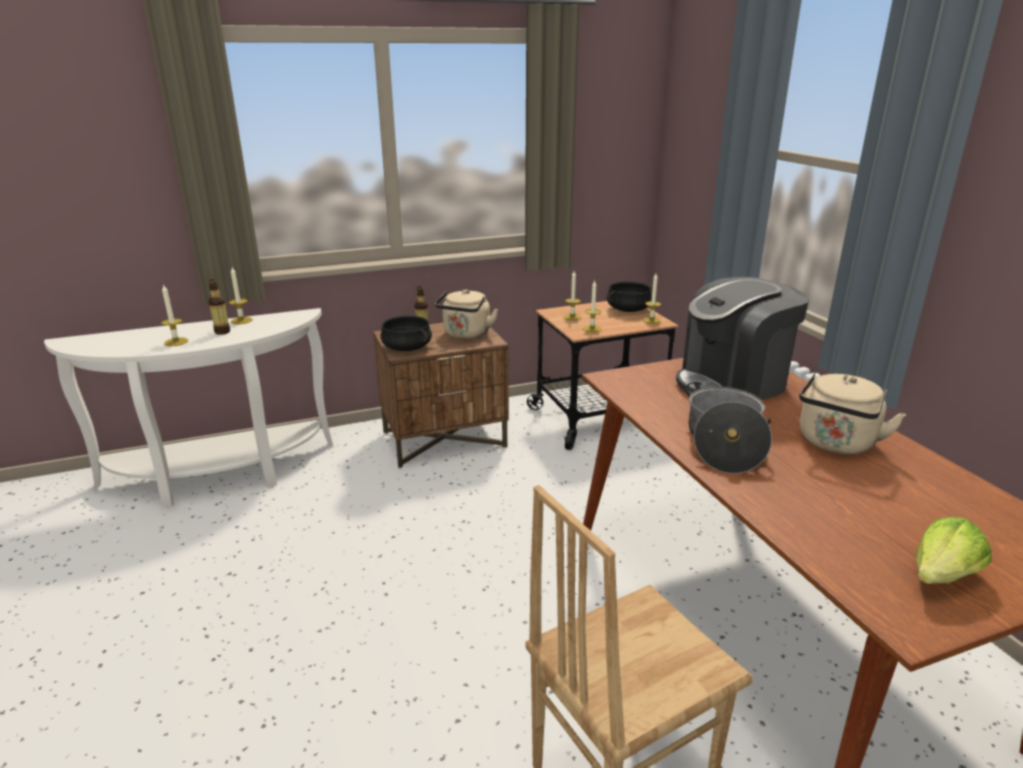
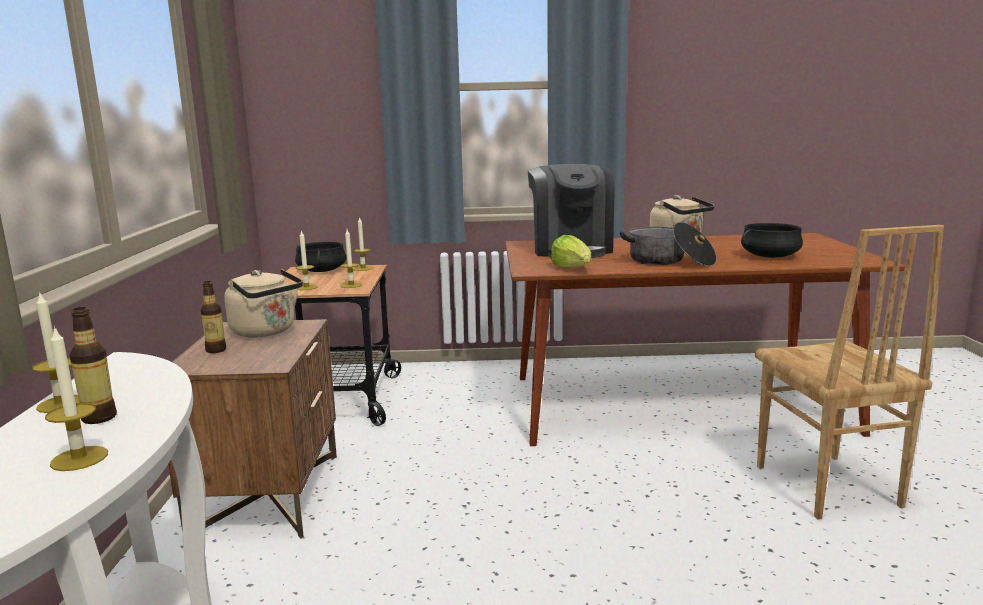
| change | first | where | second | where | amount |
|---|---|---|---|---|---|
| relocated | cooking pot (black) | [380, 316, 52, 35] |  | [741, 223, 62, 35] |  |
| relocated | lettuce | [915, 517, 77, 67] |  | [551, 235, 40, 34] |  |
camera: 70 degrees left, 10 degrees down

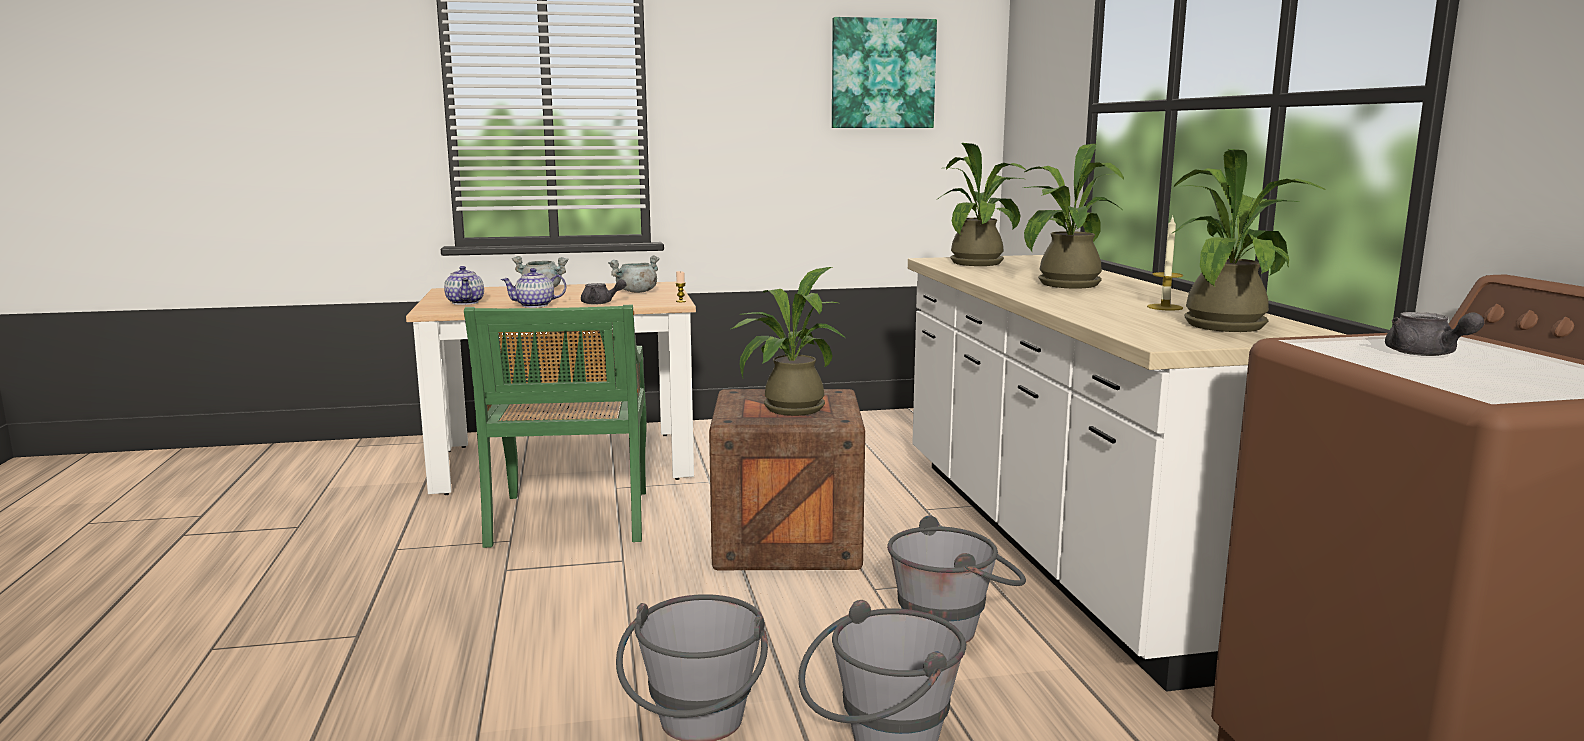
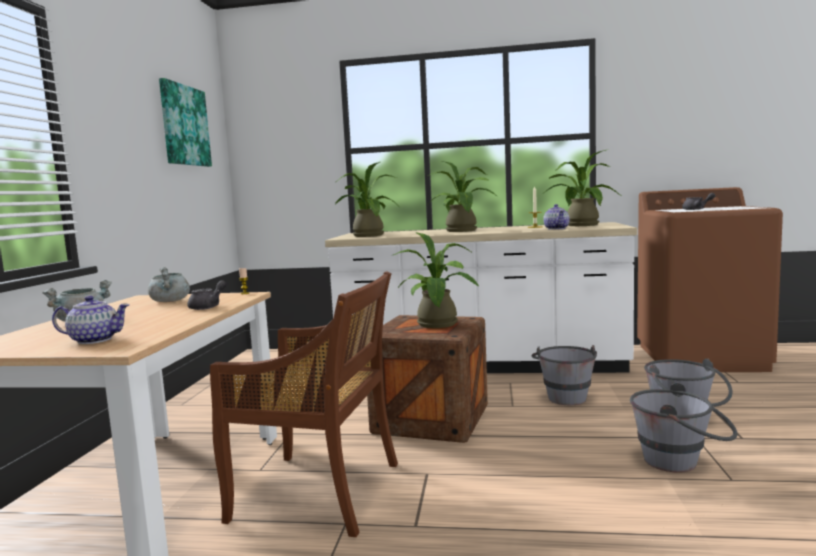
| change | first | where | second | where | amount |
|---|---|---|---|---|---|
| colour | chair (green) | [464, 305, 183, 243] | chair (brown) | [210, 271, 188, 266] |  |
| relocated | teapot | [501, 268, 65, 40] |  | [543, 204, 27, 26] |  |
camera: 70 degrees left, 5 degrees down

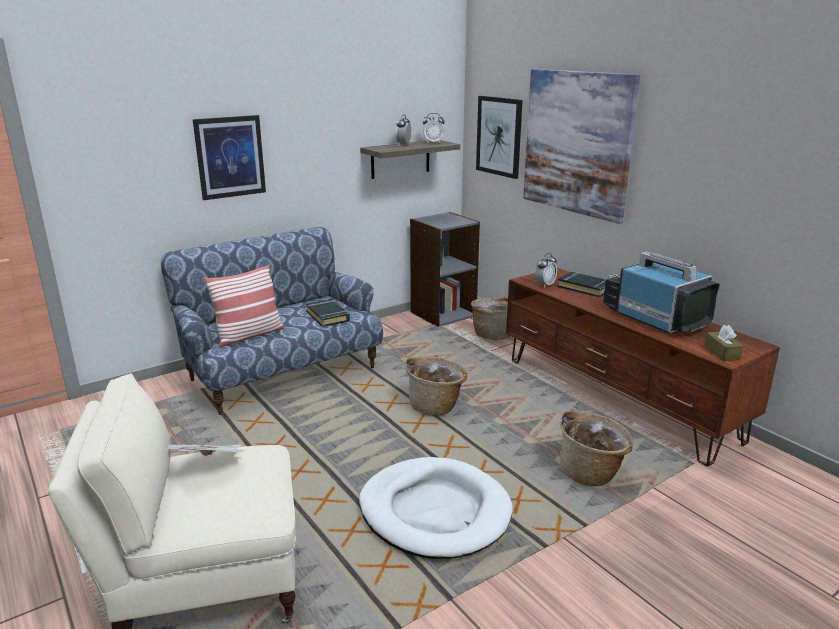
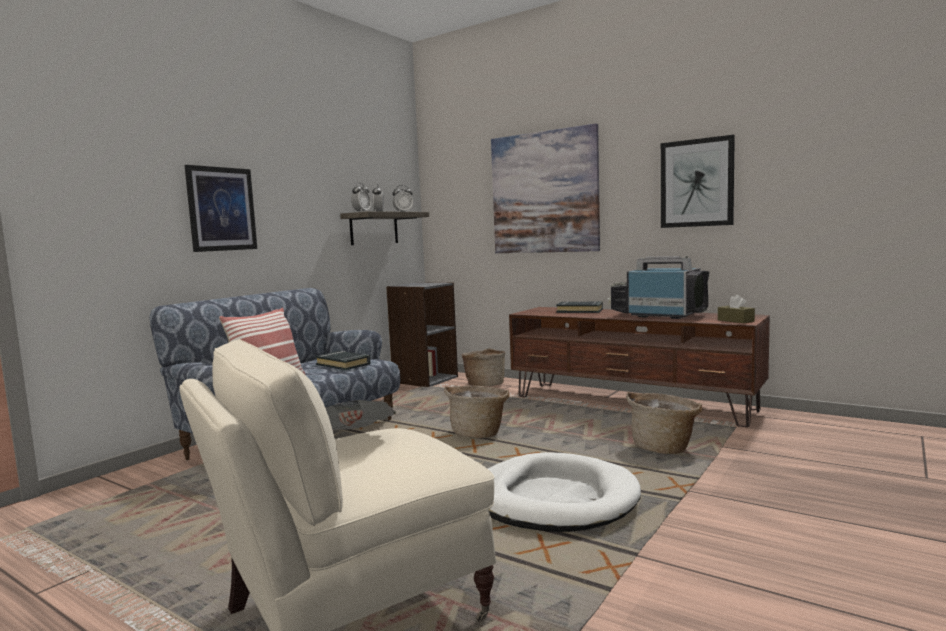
| change | first | where | second | where | amount |
|---|---|---|---|---|---|
| relocated | picture | [476, 96, 47, 83] |  | [661, 135, 74, 93] |  |
| relocated | alarm clock | [535, 253, 22, 35] |  | [351, 183, 20, 29] |  |
camera: 20 degrees left, 15 degrees down

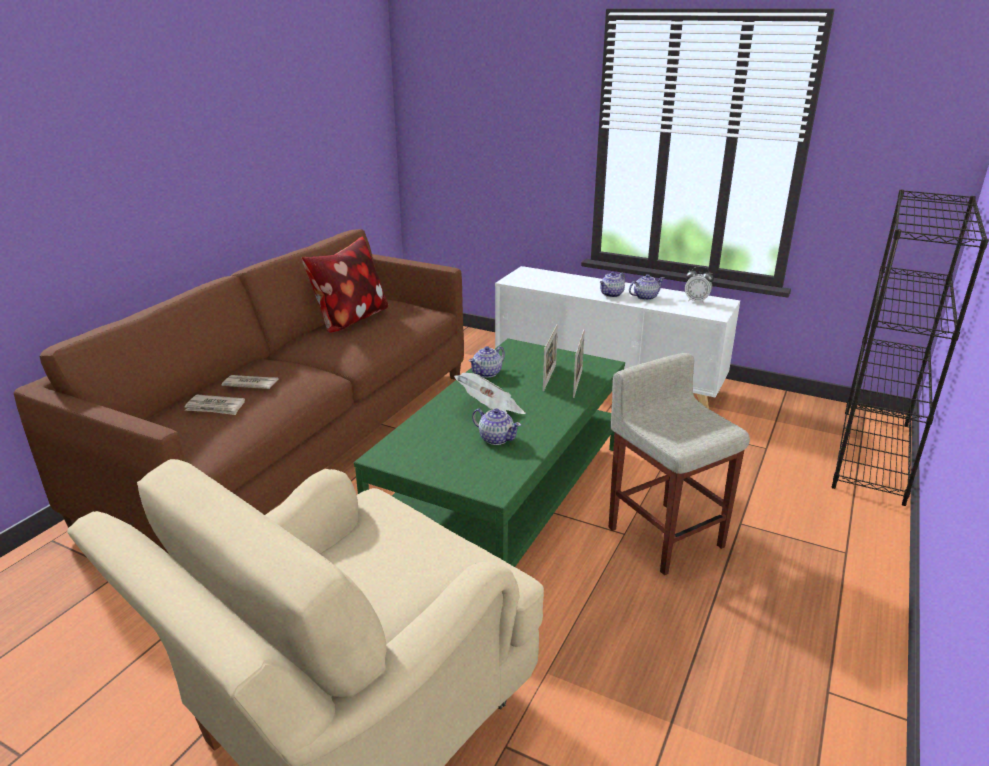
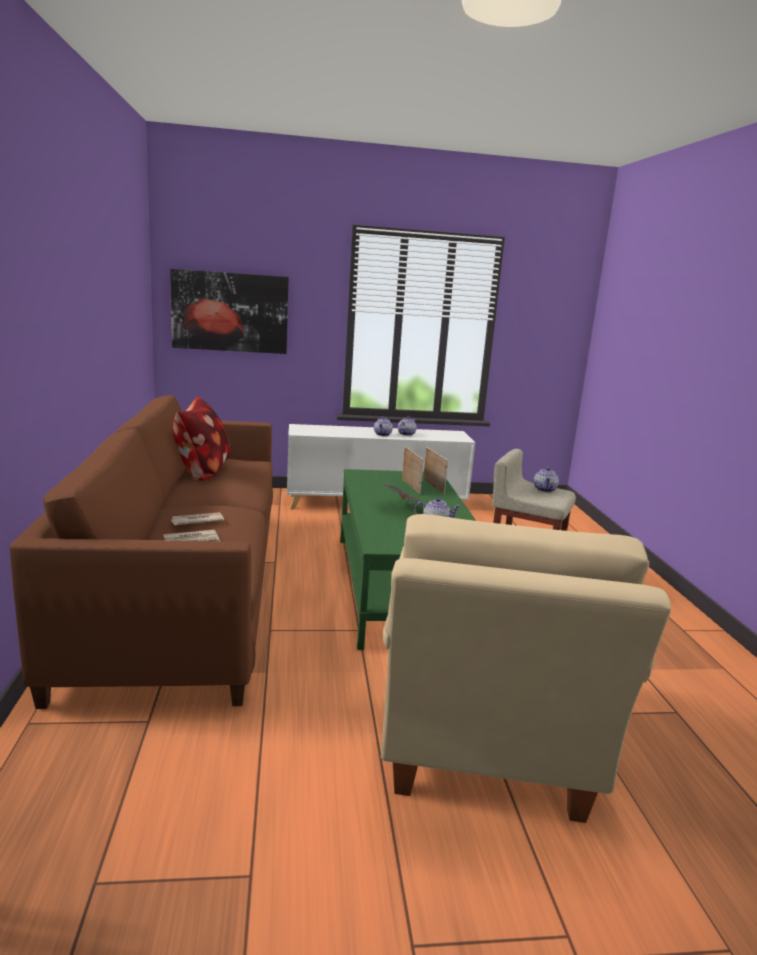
| change | first | where | second | where | amount |
|---|---|---|---|---|---|
| relocated | teapot | [469, 346, 36, 32] |  | [534, 467, 25, 25] |  |
| missing | alarm clock | [685, 266, 29, 38] |  |  |  |
| missing | bookcase (black) | [832, 190, 157, 316] |  |  |  |
| appeared |  |  | picture | [170, 269, 119, 85] |  |
camera: 35 degrees left, 10 degrees down

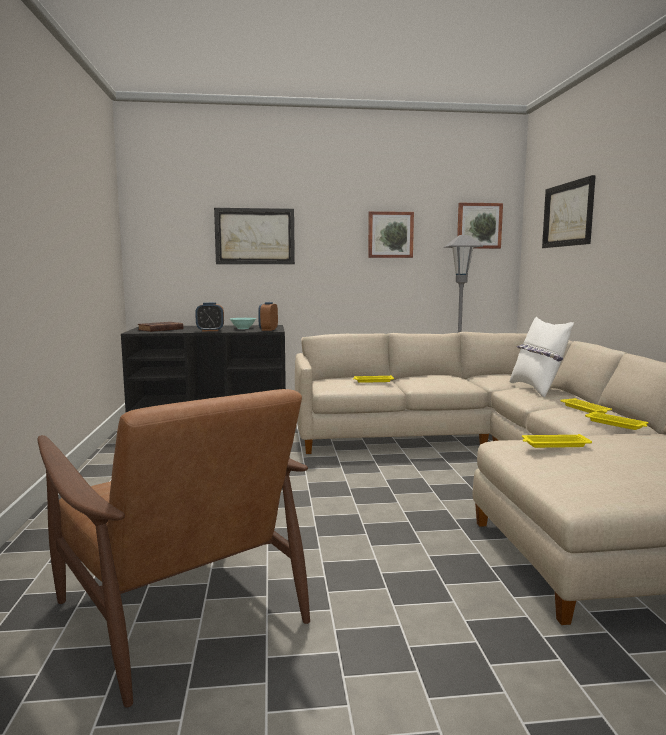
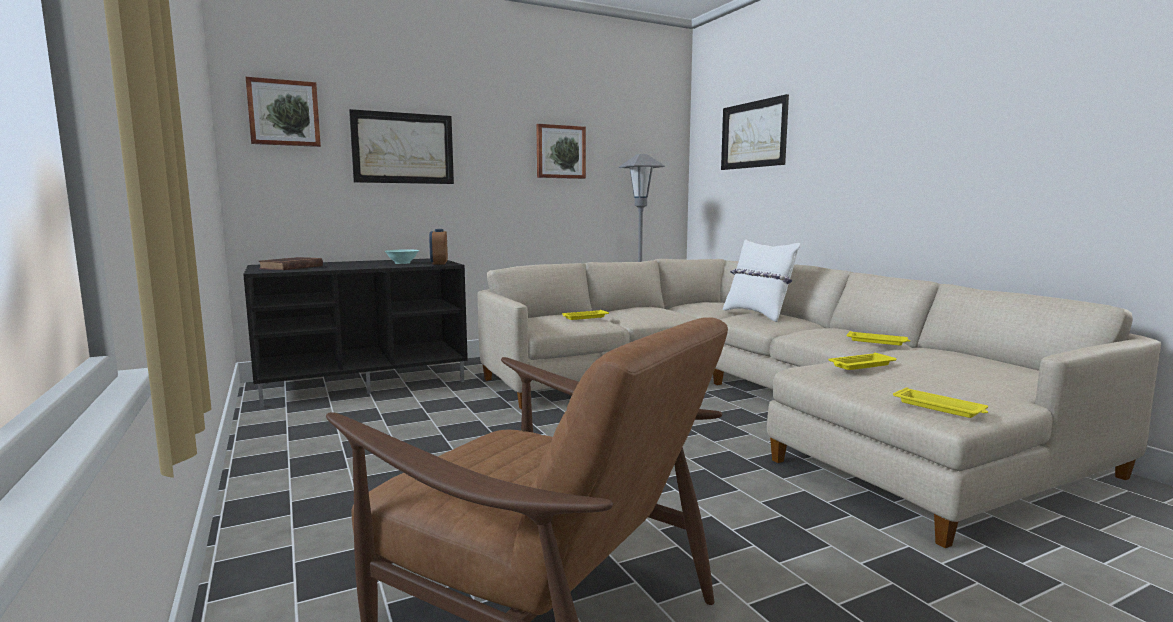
| change | first | where | second | where | amount |
|---|---|---|---|---|---|
| missing | alarm clock | [195, 302, 29, 29] |  |  |  |
| relocated | picture | [457, 203, 46, 46] |  | [246, 77, 75, 70] |  |
| relocated | tray (yellow) | [560, 398, 52, 16] |  | [893, 387, 95, 31] |  |
camera: 20 degrees left, 0 degrees up

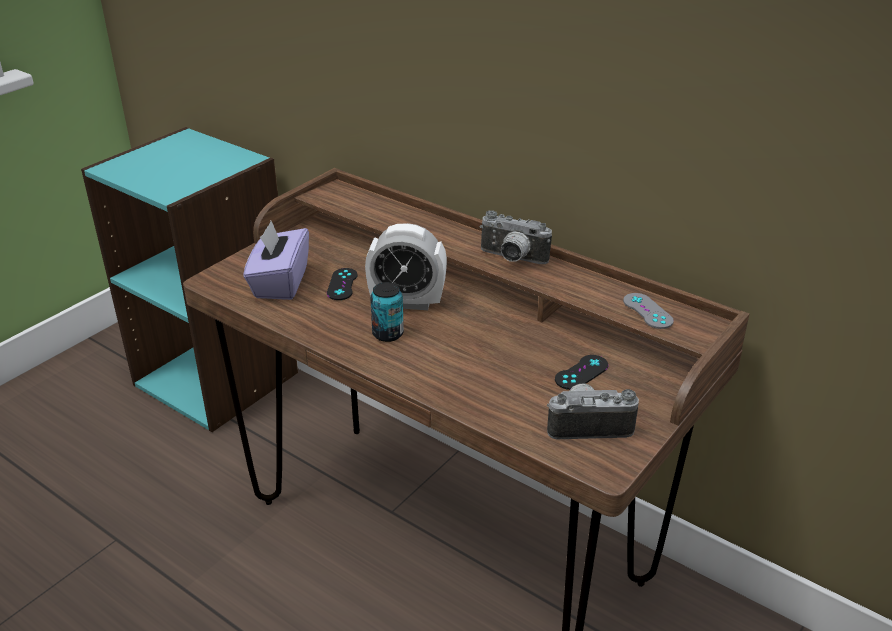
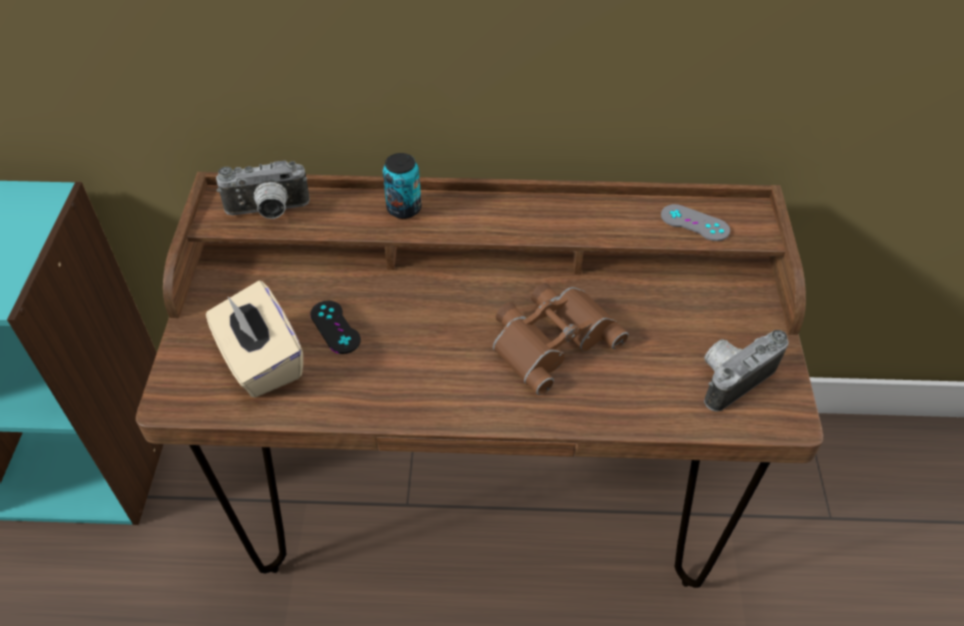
| change | first | where | second | where | amount |
|---|---|---|---|---|---|
| colour | tissue box (purple) | [243, 221, 66, 79] | tissue box (beige) | [206, 281, 97, 117] |  |
| missing | alarm clock | [365, 223, 82, 87] |  |  |  |
| relocated | can | [370, 282, 34, 60] |  | [383, 153, 39, 66] |  |
| relocated | photo camera | [480, 210, 72, 54] |  | [216, 161, 94, 58] |  |
| missing | game controller (black) | [555, 355, 53, 35] |  |  |  |
| appeared |  |  | binoculars (brown) | [493, 283, 136, 112] |  |
camera: 35 degrees left, 15 degrees up

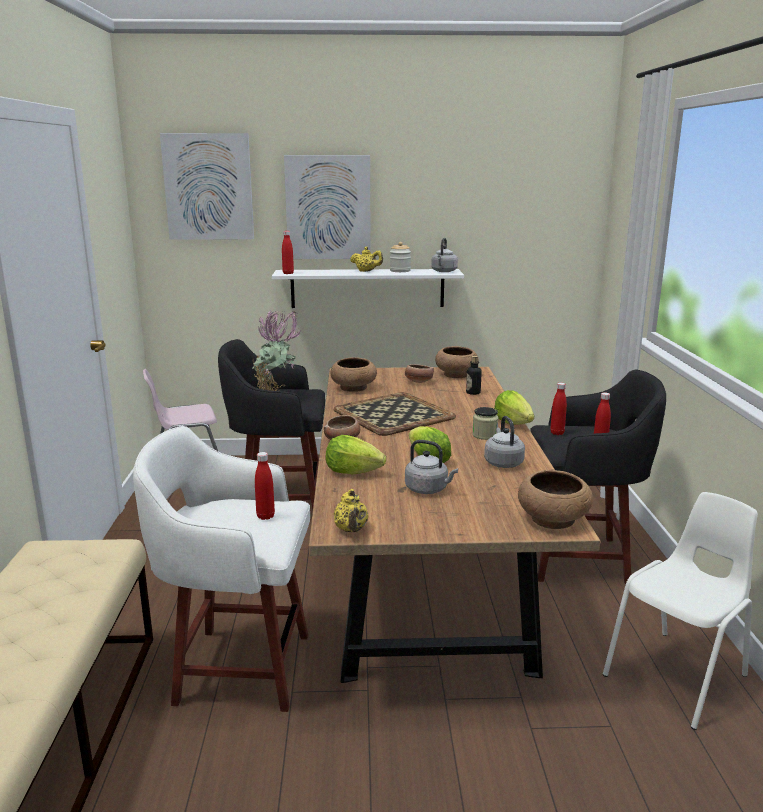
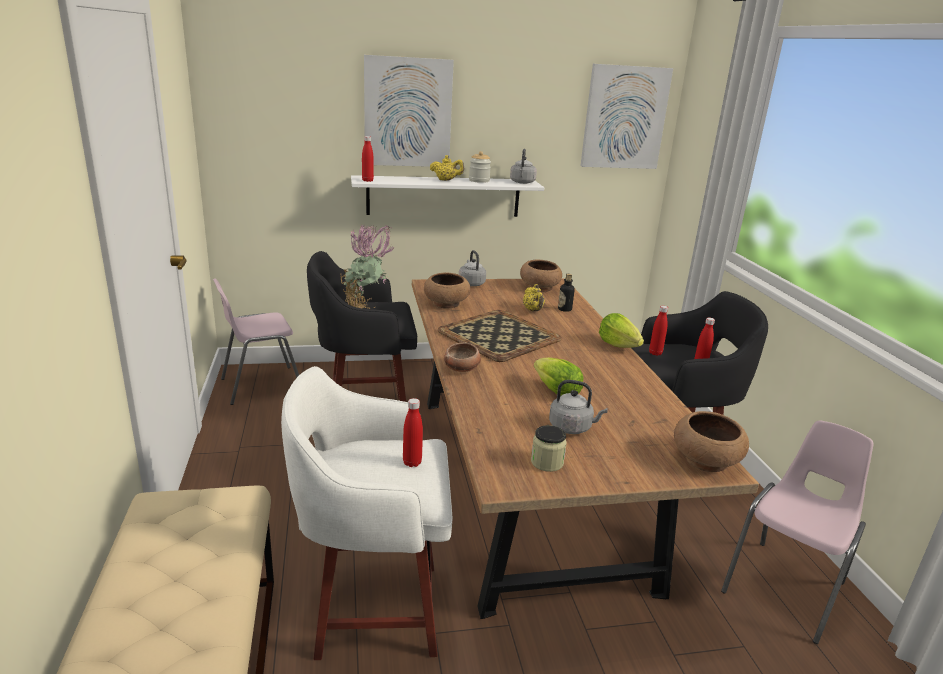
| change | first | where | second | where | amount |
|---|---|---|---|---|---|
| relocated | picture | [160, 133, 94, 107] |  | [580, 64, 93, 105] |  |
| missing | lettuce | [326, 435, 60, 39] |  |  |  |
| relocated | teapot (yellow) | [334, 489, 34, 43] |  | [523, 284, 22, 27] |  |
| missing | bowl | [405, 364, 29, 19] |  |  |  |
| relocated | jar | [472, 407, 27, 33] |  | [531, 425, 36, 47] |  |
| relocated | kettle (grey) | [484, 416, 41, 52] |  | [459, 250, 27, 36] |  |
| colour | chair (white) | [603, 492, 155, 238] | chair (pink) | [721, 420, 153, 224] |  |
camera: 10 degrees left, 5 degrees up

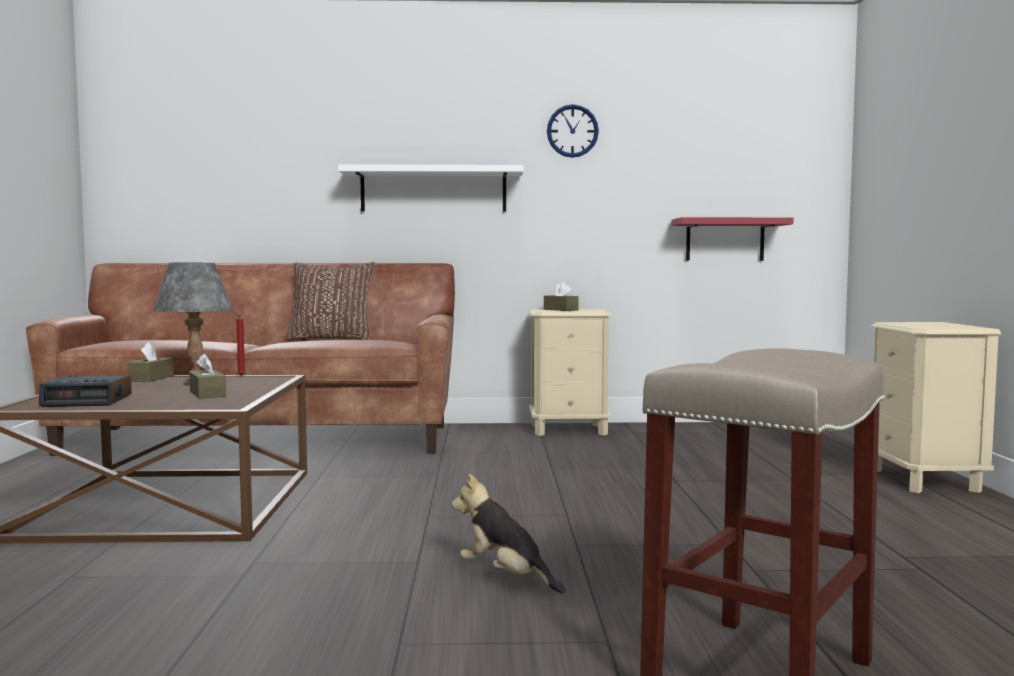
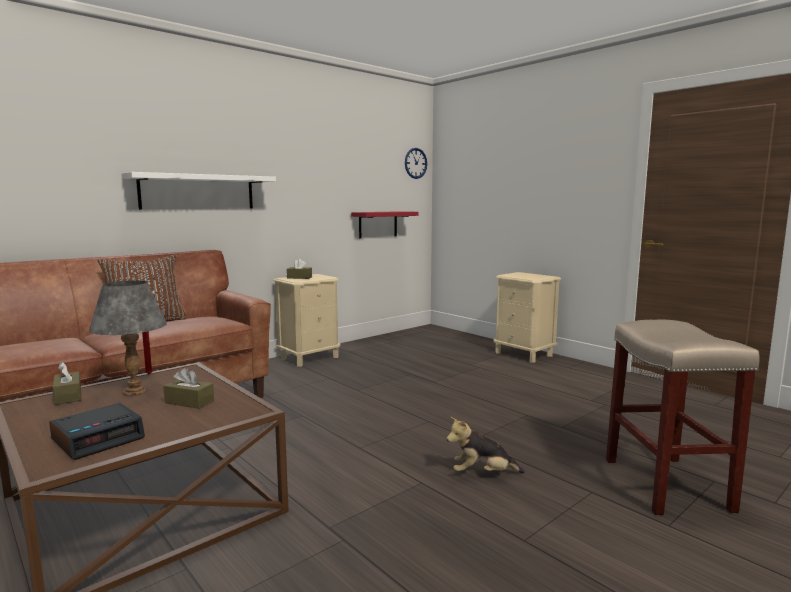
| change | first | where | second | where | amount |
|---|---|---|---|---|---|
| relocated | wall clock | [547, 104, 52, 54] |  | [405, 148, 22, 31] |  |
camera: 40 degrees left, 5 degrees up

